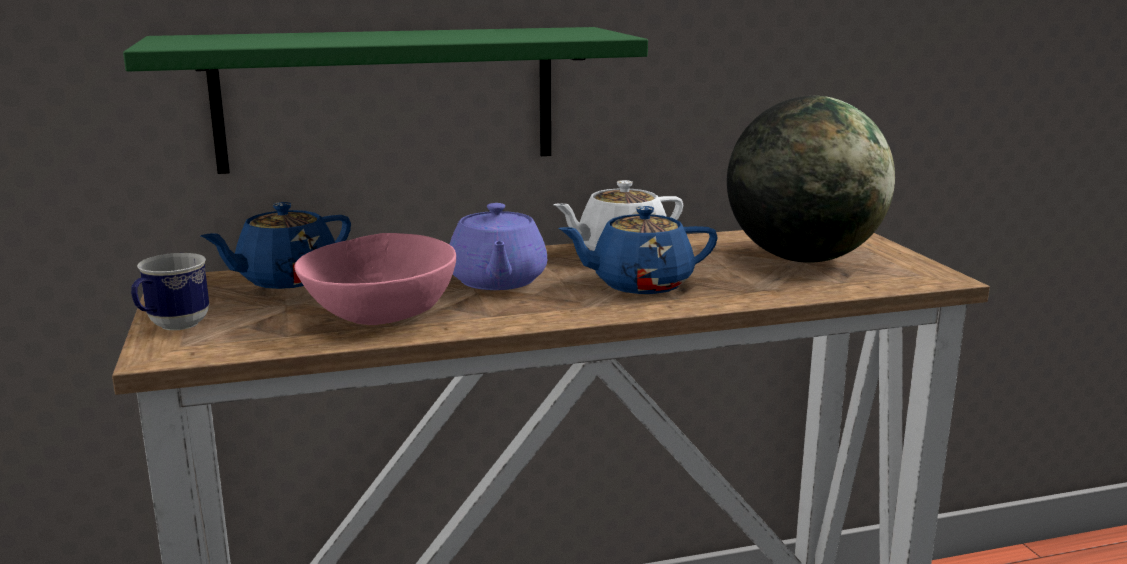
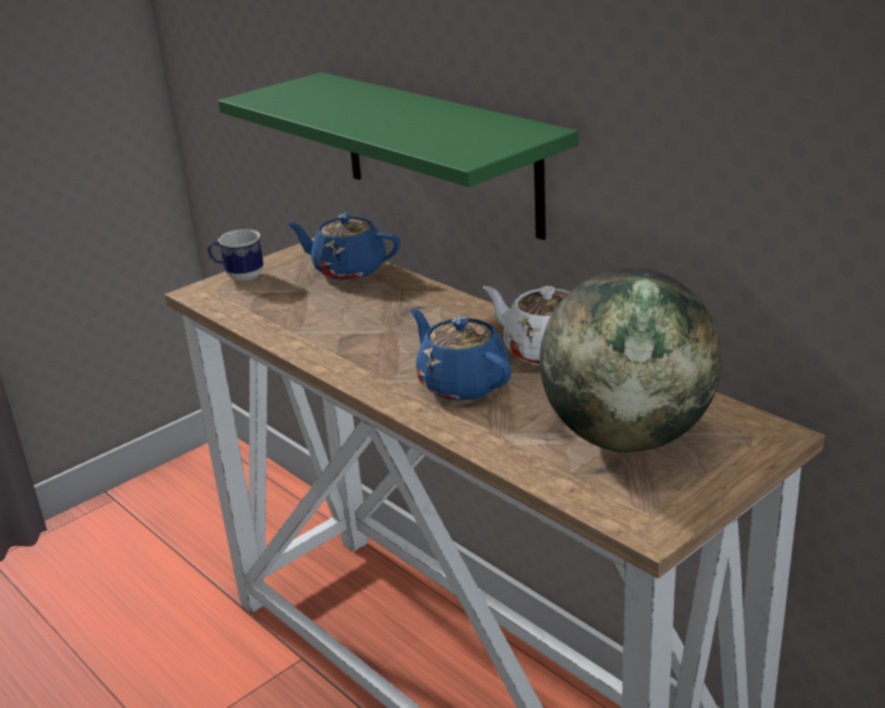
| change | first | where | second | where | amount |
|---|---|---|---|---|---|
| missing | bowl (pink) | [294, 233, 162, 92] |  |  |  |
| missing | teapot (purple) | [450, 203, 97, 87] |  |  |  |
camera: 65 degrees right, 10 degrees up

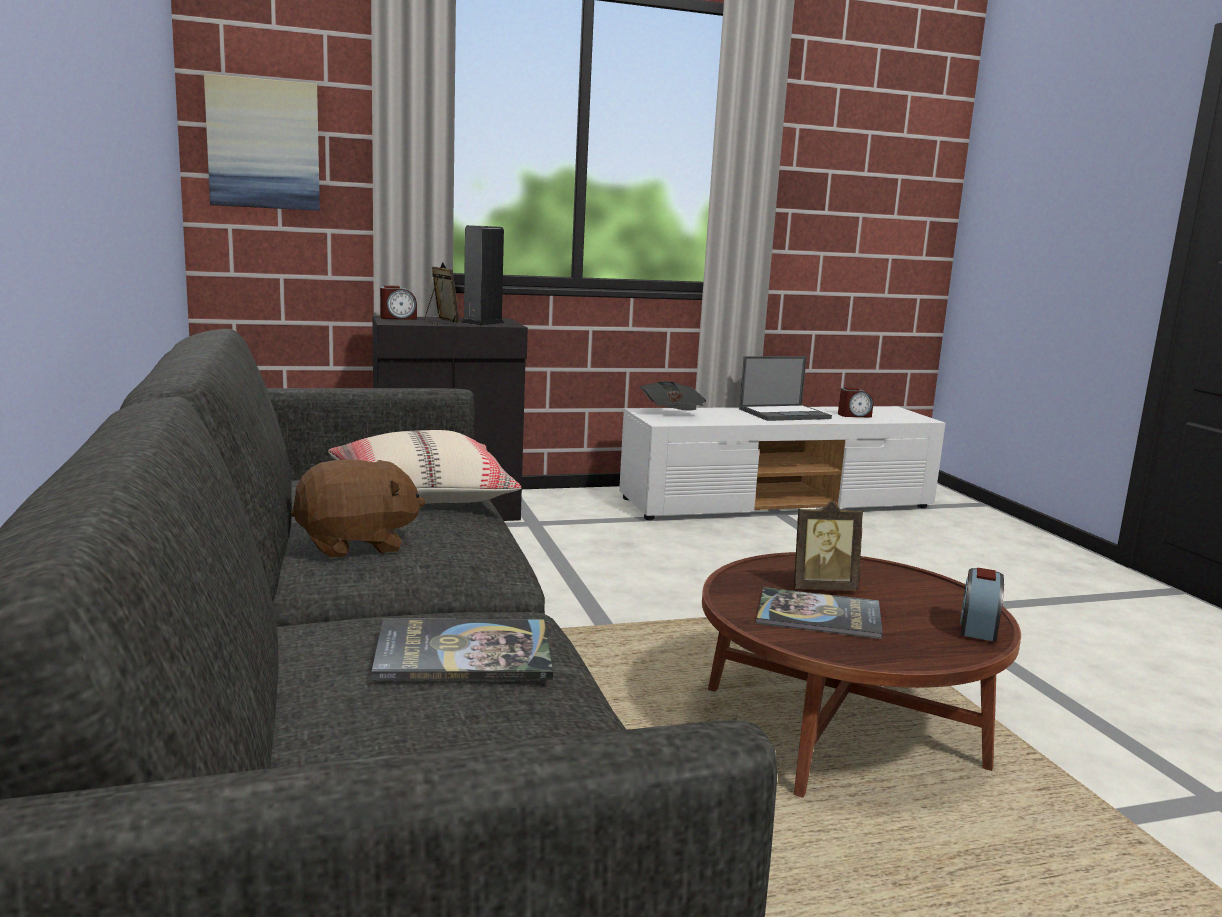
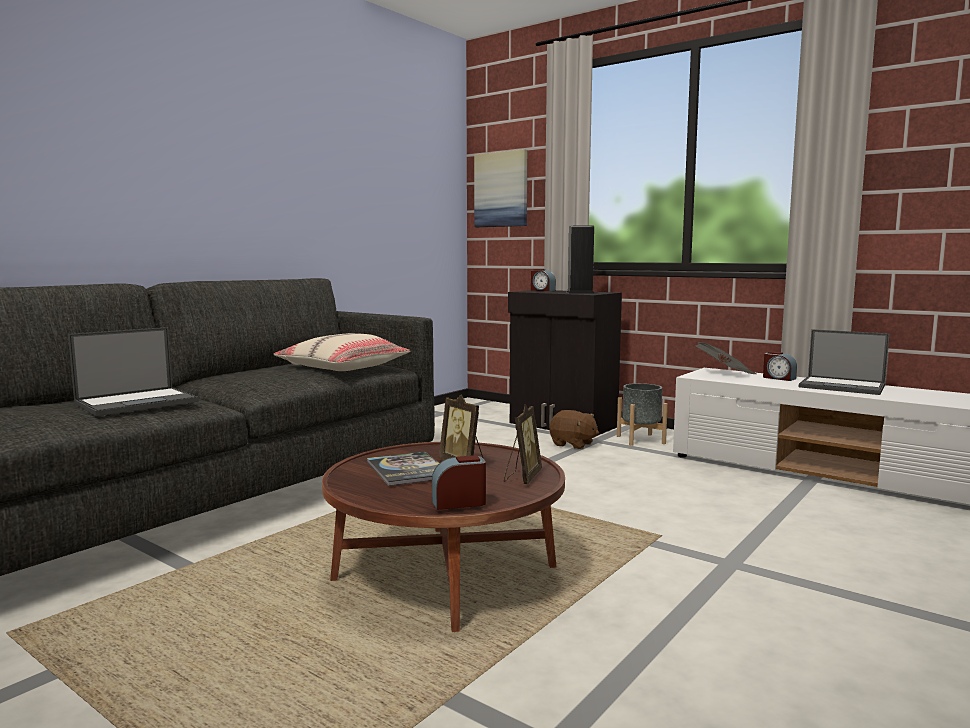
| change | first | where | second | where | amount |
|---|---|---|---|---|---|
| relocated | plush toy (brown) | [291, 459, 134, 99] |  | [549, 410, 50, 39] |  |
| exchanged | book | [371, 618, 182, 62] | laptop | [68, 327, 131, 89] |  |
| relocated | picture frame | [424, 262, 35, 63] |  | [504, 405, 38, 79] |  |
| relocated | alarm clock | [838, 387, 35, 31] |  | [763, 351, 34, 30] |  |
| appeared |  |  | planter (grey) | [617, 383, 51, 63] |  |
camera: 55 degrees right, 5 degrees down

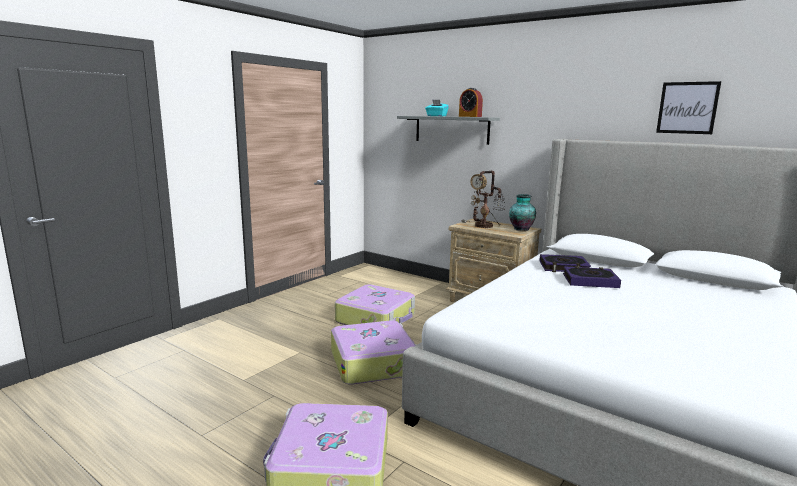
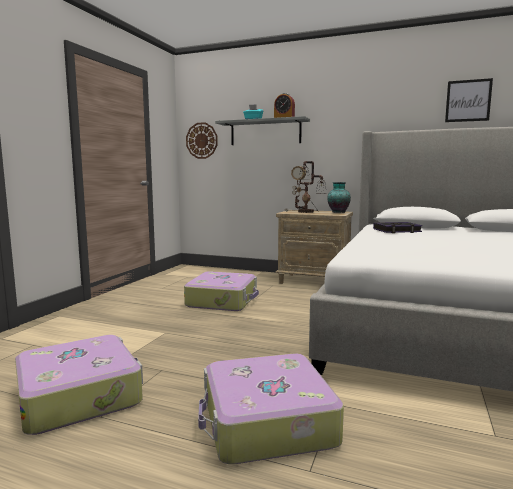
| change | first | where | second | where | amount |
|---|---|---|---|---|---|
| relocated | suitcase | [331, 320, 86, 65] |  | [15, 335, 128, 100] |  |
| missing | book | [563, 266, 58, 22] |  |  |  |
| appeared |  |  | wall clock | [186, 122, 32, 37] |  |
camera: 15 degrees left, 5 degrees down

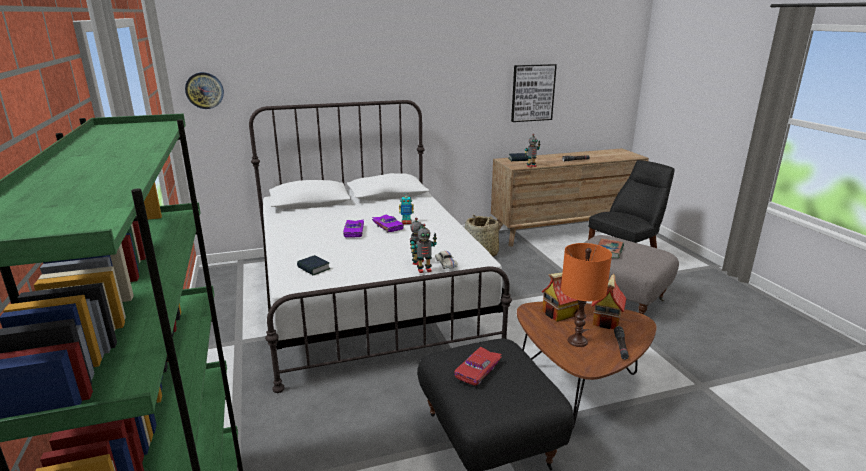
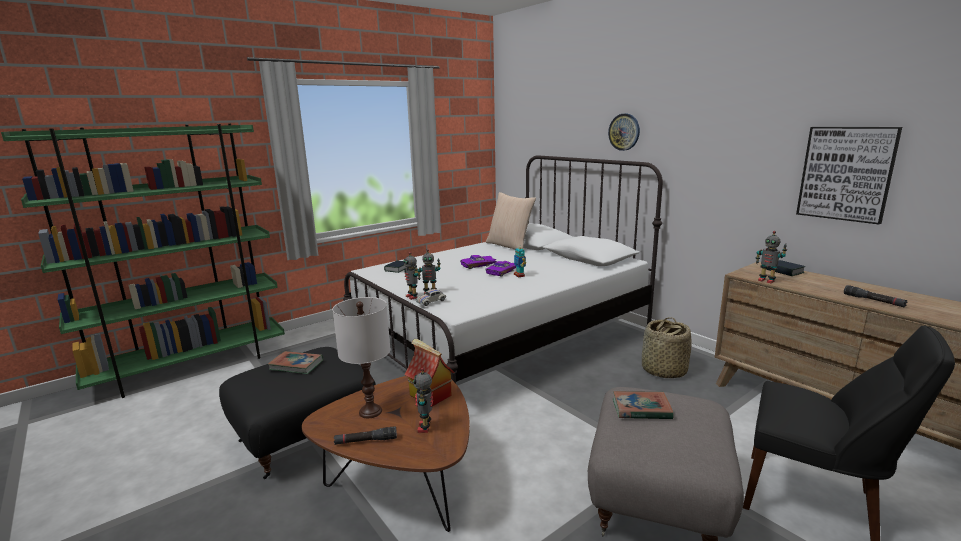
| change | first | where | second | where | amount |
|---|---|---|---|---|---|
| relocated | wall clock | [185, 72, 39, 37] |  | [608, 114, 32, 37] |  |
| exchanged | toy car (red) | [454, 347, 48, 38] | book | [268, 351, 55, 23] |  |
| colour | table lamp (orange) | [561, 243, 51, 104] | table lamp (white) | [332, 297, 58, 121] |  |
| exchanged | toy house | [591, 274, 36, 55] | toy robot | [413, 368, 20, 65] |  |
| appeared |  |  | pillow (beige) | [486, 192, 50, 58] |  |
camera: 70 degrees right, 5 degrees down

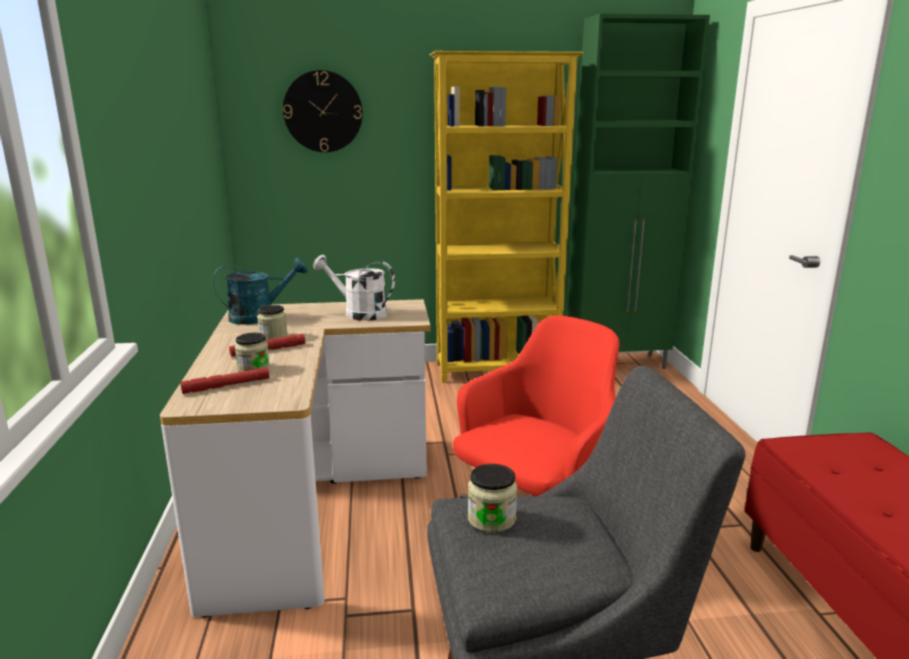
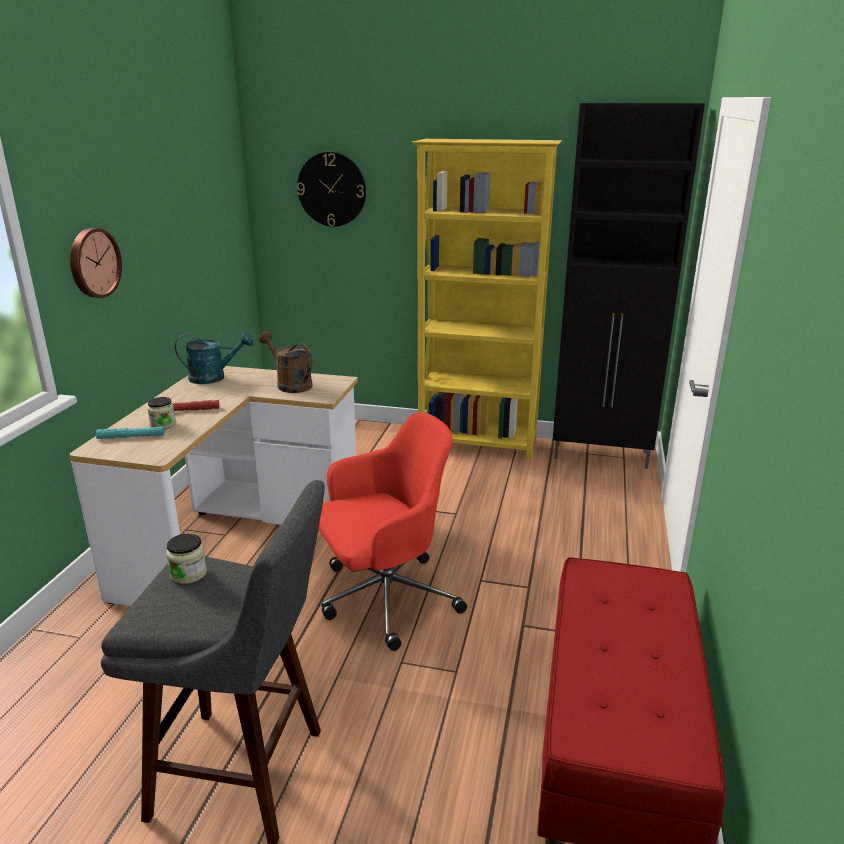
| change | first | where | second | where | amount |
|---|---|---|---|---|---|
| colour | flashlight (red) | [180, 367, 89, 27] | flashlight (turquoise) | [96, 427, 69, 12] |  |
| missing | jar | [257, 305, 31, 35] |  |  |  |
| colour | watering can (white) | [313, 255, 82, 66] | watering can (brown) | [259, 331, 54, 62] |  |
| colour | cabinet (green) | [567, 13, 143, 356] | cabinet (black) | [553, 103, 152, 366] |  |
| appeared |  |  | wall clock | [70, 228, 52, 70] |  |
camera: 20 degrees right, 5 degrees up

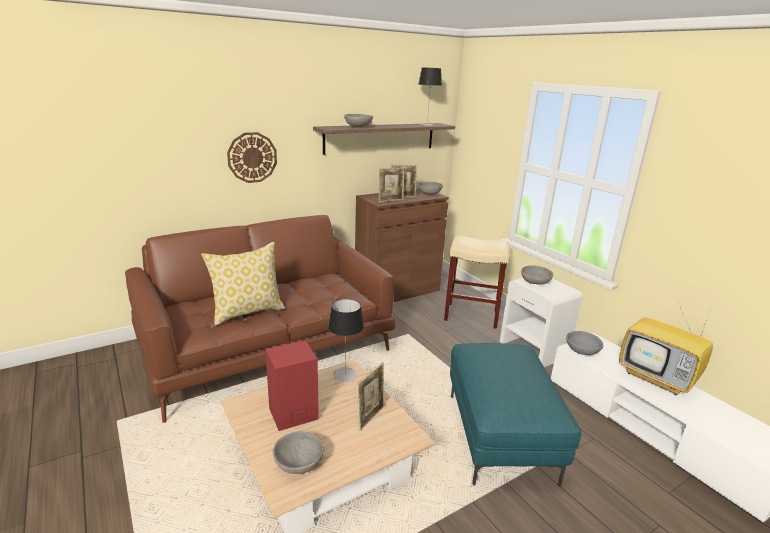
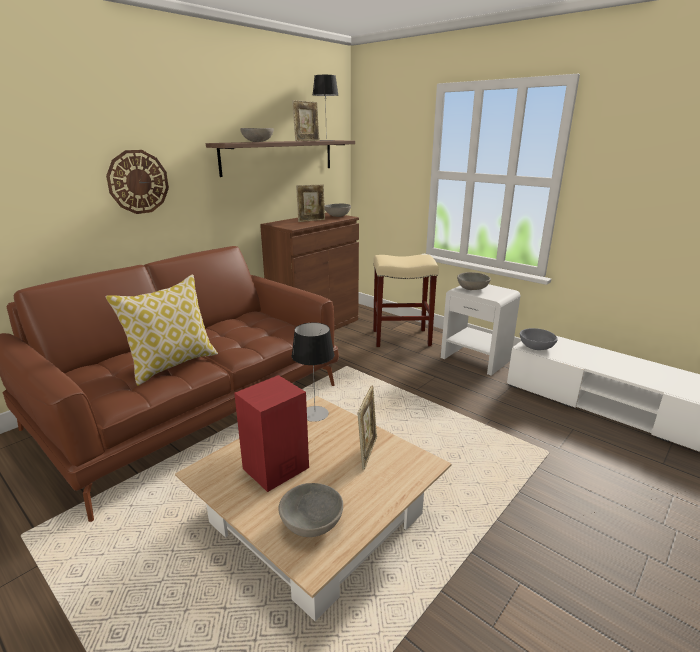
| change | first | where | second | where | amount |
|---|---|---|---|---|---|
| relocated | picture frame | [379, 168, 25, 34] |  | [292, 100, 28, 41] |  |
| missing | ottoman (turquoise) | [450, 343, 131, 144] |  |  |  |
| missing | television | [619, 302, 94, 93] |  |  |  |
camera: 15 degrees left, 0 degrees up

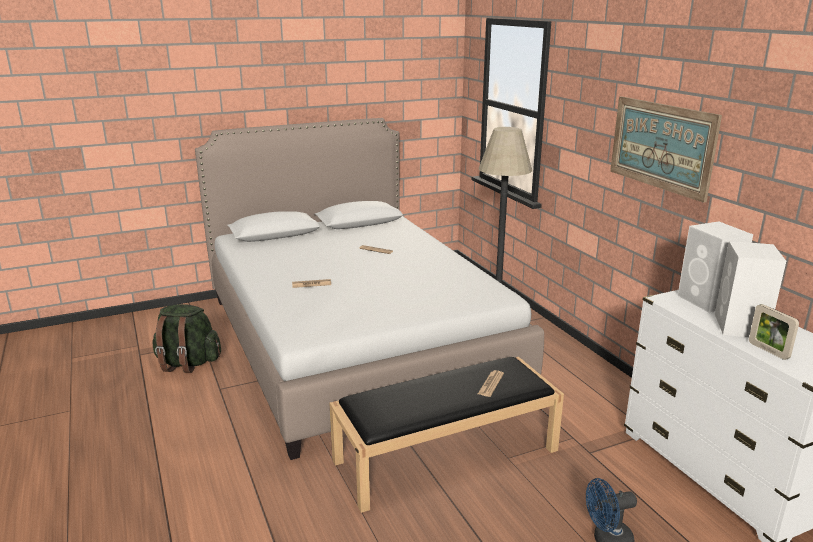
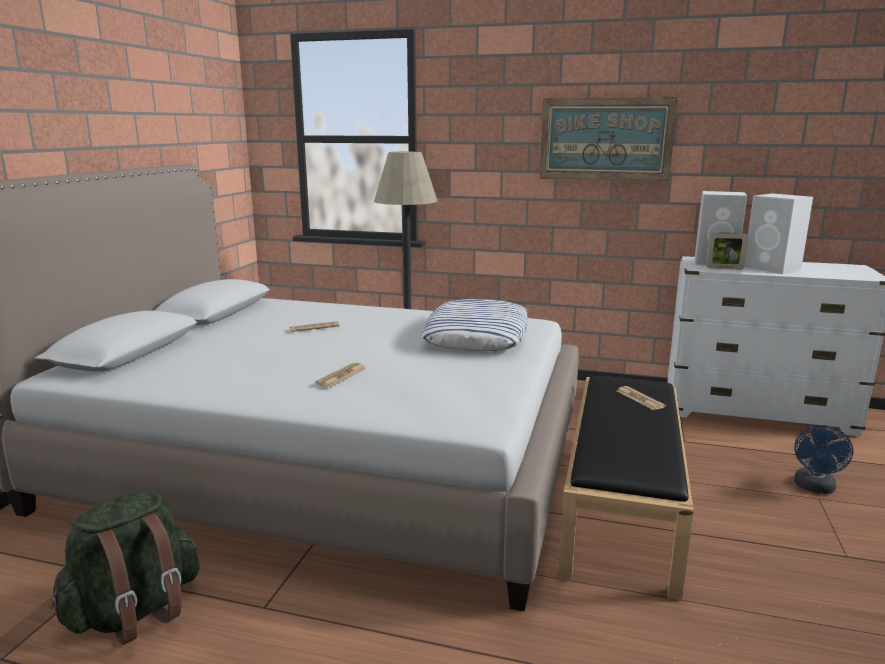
| change | first | where | second | where | amount |
|---|---|---|---|---|---|
| relocated | picture frame | [749, 304, 50, 56] |  | [706, 232, 43, 38] |  |
| appeared |  |  | pillow | [422, 299, 105, 52] |  |
camera: 50 degrees left, 5 degrees down

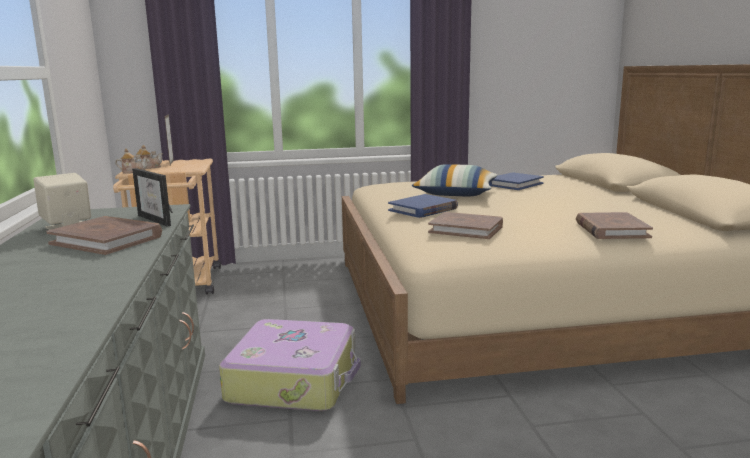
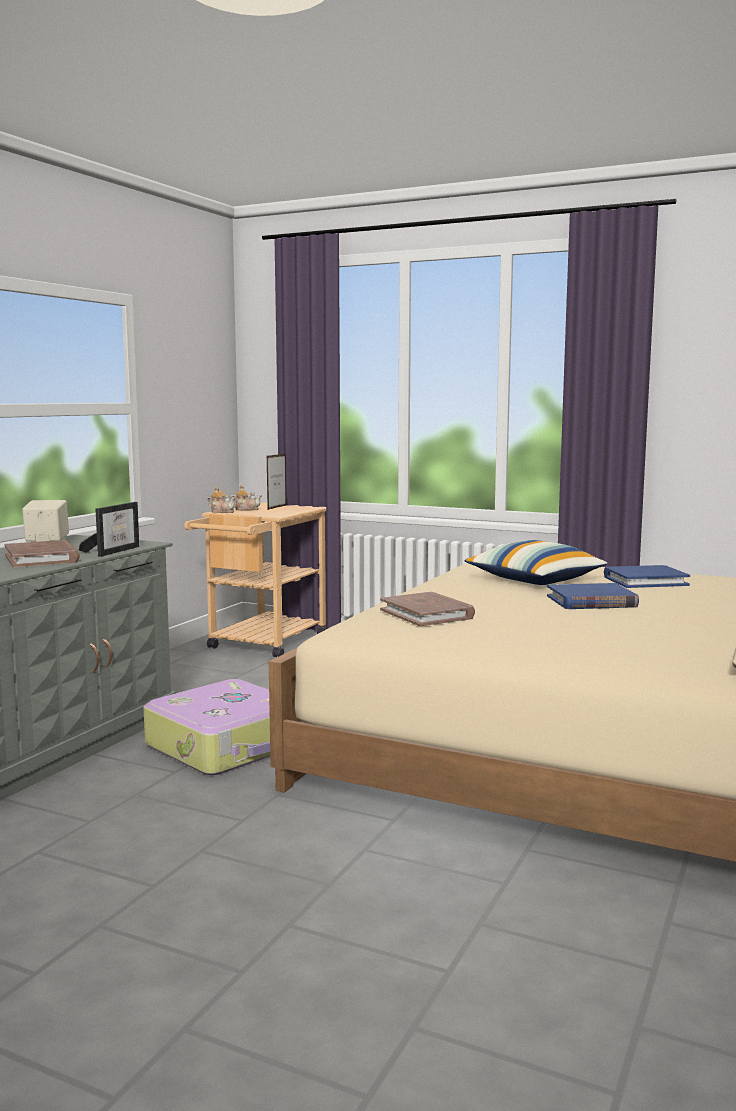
| change | first | where | second | where | amount |
|---|---|---|---|---|---|
| spun | picture frame | [132, 168, 41, 59] |  | [79, 502, 60, 55] | 150 degrees counterclockwise |
| relocated | book (blue) | [388, 194, 70, 24] |  | [547, 583, 92, 26] |  |
| missing | book (brown) | [576, 212, 77, 27] |  |  |  |
camera: 35 degrees right, 5 degrees down

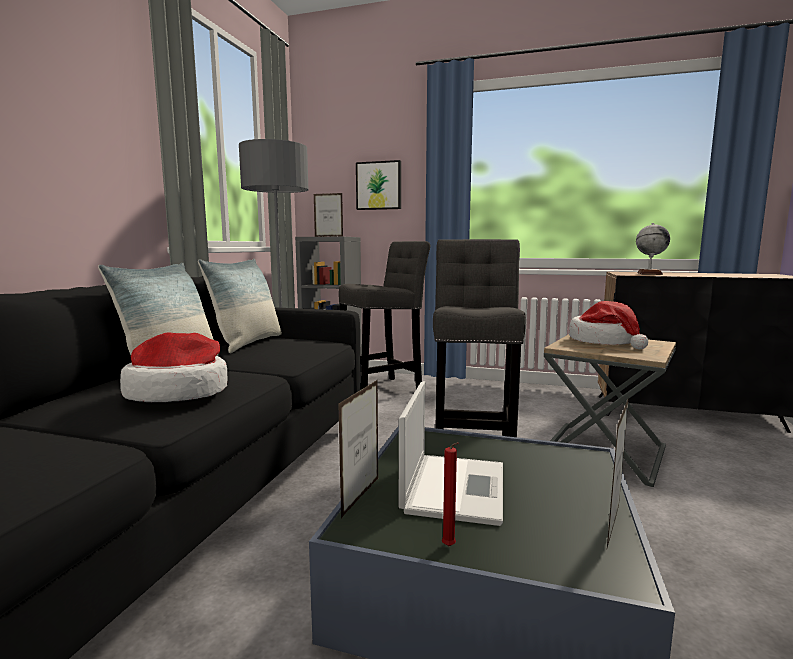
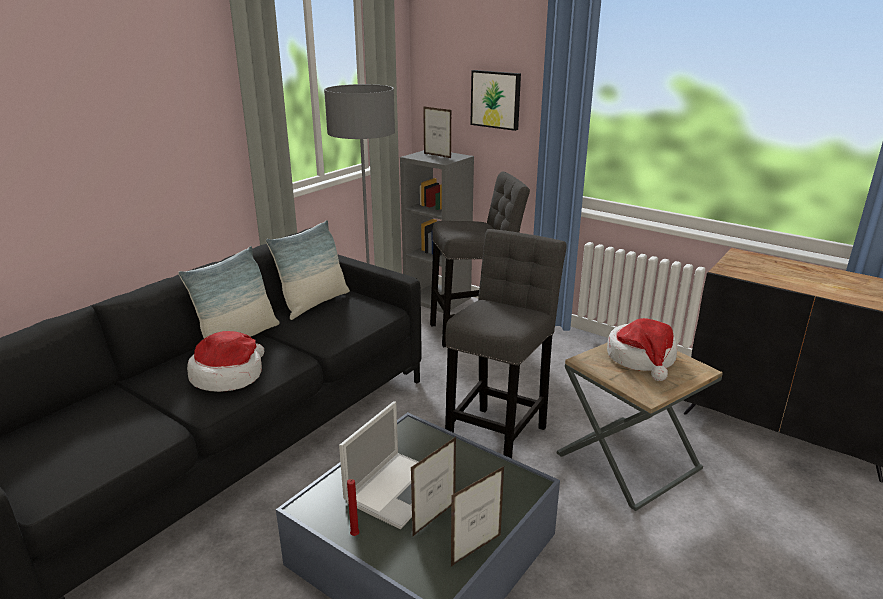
| change | first | where | second | where | amount |
|---|---|---|---|---|---|
| relocated | picture frame | [338, 380, 40, 138] |  | [411, 437, 45, 99] |  |
| missing | globe | [636, 223, 34, 52] |  |  |  |
camera: 20 degrees right, 15 degrees up

